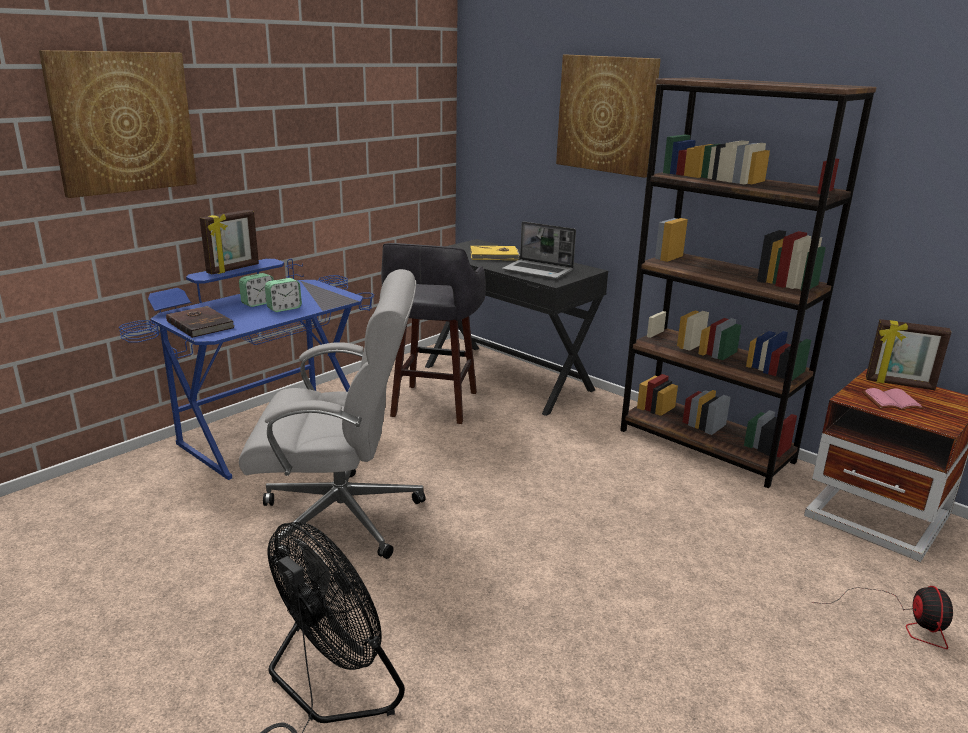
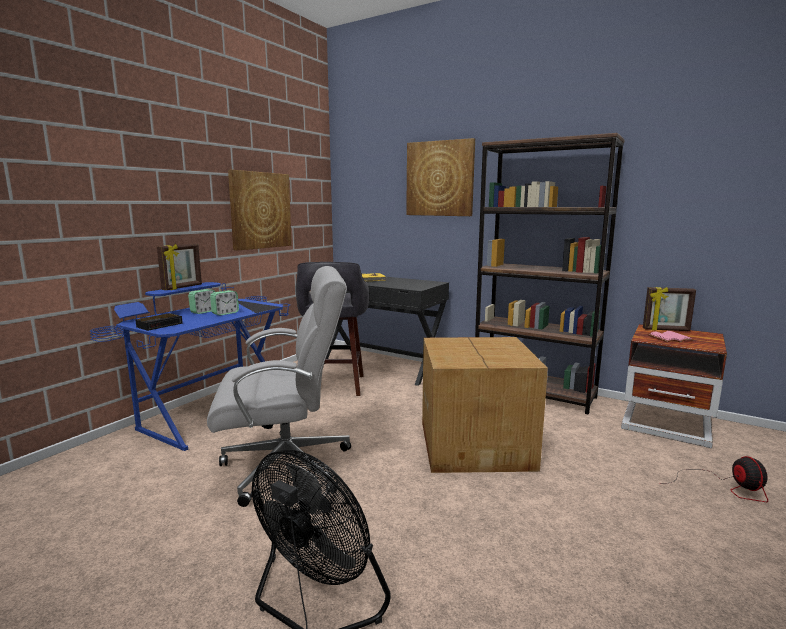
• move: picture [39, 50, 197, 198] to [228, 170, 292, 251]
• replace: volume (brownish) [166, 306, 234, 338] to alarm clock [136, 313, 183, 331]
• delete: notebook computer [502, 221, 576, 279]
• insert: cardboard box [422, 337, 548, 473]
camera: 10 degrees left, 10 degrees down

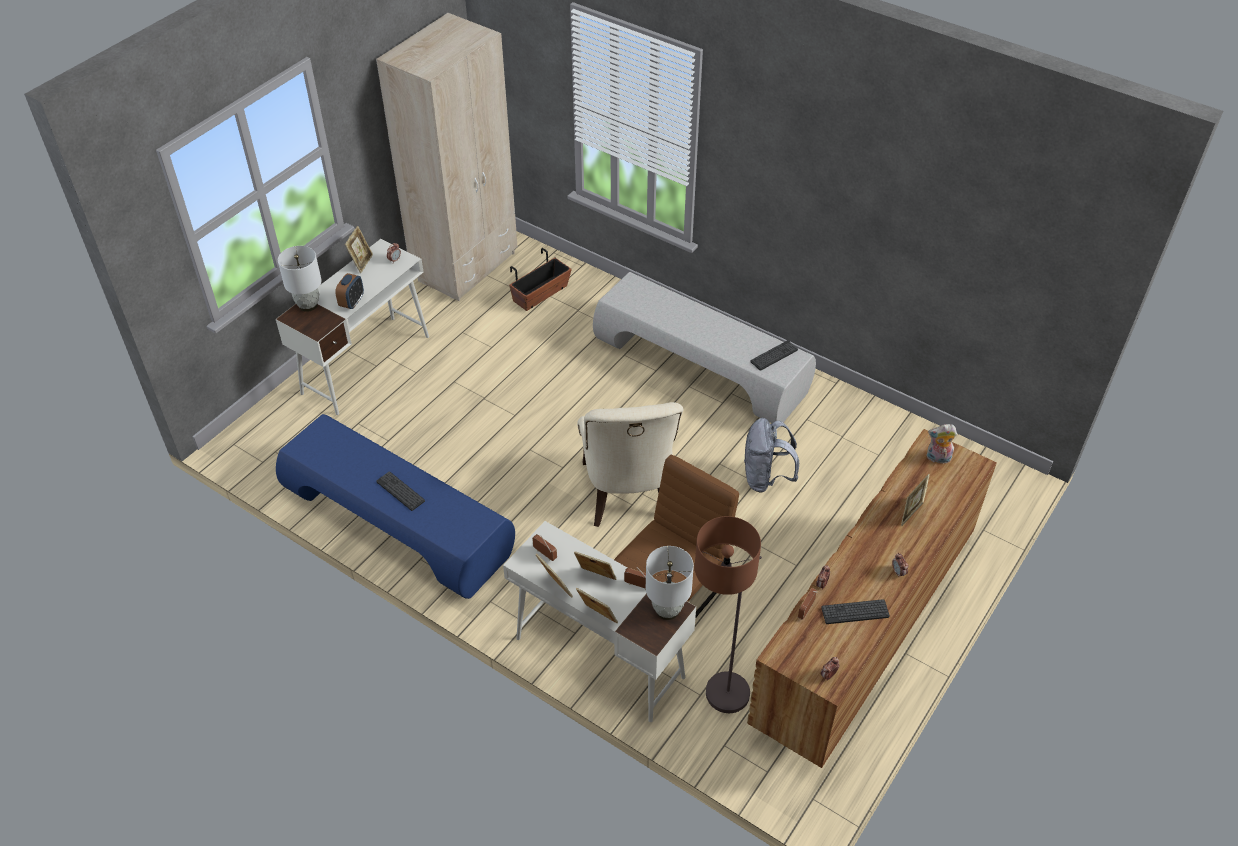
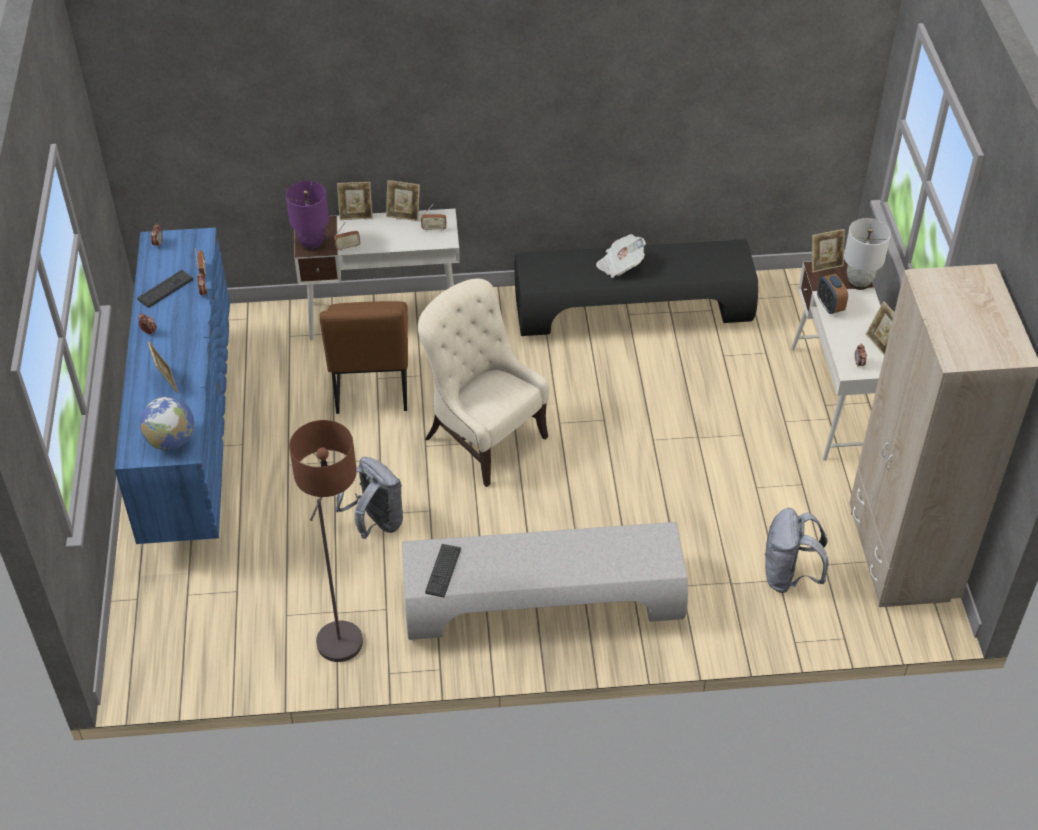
• recolor: indoor bench (bluish) [276, 414, 515, 599] to indoor bench (black) [515, 239, 758, 336]
• replace: PC keyboard [377, 471, 425, 511] to printed paper [596, 234, 646, 278]
• replace: planter [509, 248, 572, 311] to backpack (greyish) [765, 508, 829, 593]
• move: photo frame [574, 551, 617, 580] to [812, 229, 845, 273]
• recolor: tabletop lamp (whitish) [646, 546, 694, 620] to tabletop lamp (purple-coloured) [286, 181, 329, 252]
• move: standing lamp (brownish) [695, 516, 762, 713] to [289, 420, 363, 662]
• recolor: storage cabinet (brownish) [747, 429, 997, 768] to storage cabinet (bluish) [115, 227, 230, 544]
• replace: soft toy [927, 424, 957, 463] to desk globe [140, 397, 195, 450]
camera: 140 degrees right, 0 degrees up

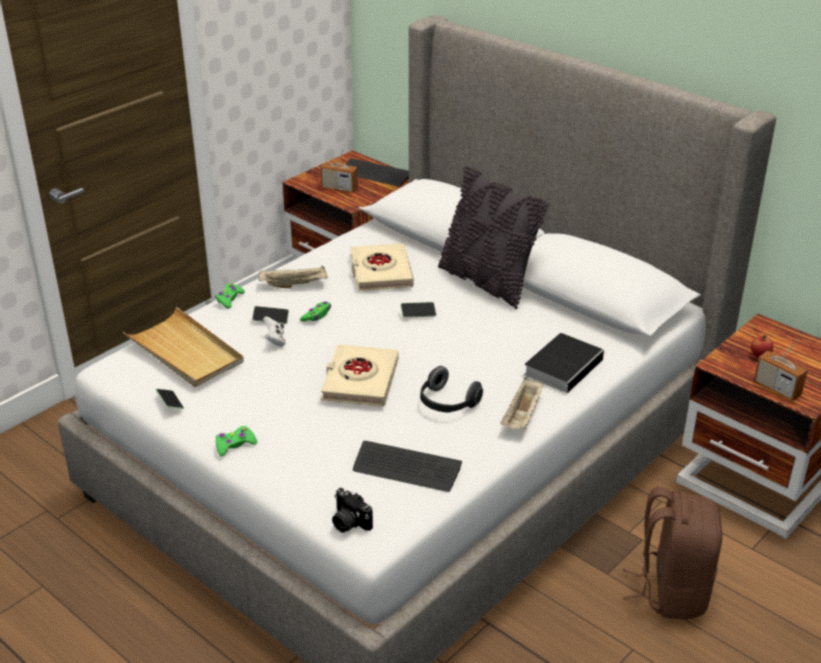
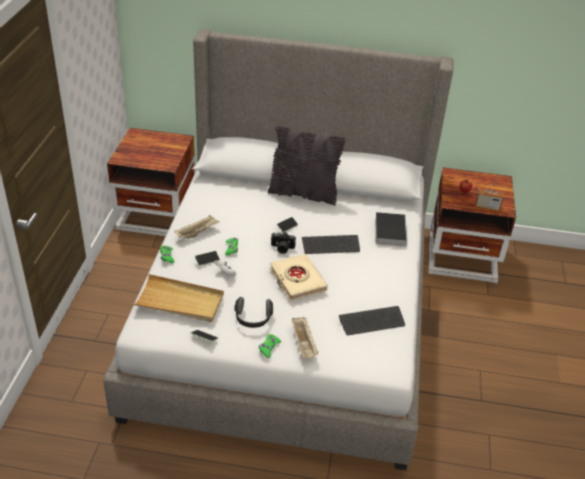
• delete: radio set [321, 140, 358, 193]
• move: still camera [332, 488, 373, 533] to [271, 232, 296, 254]
• move: PC keyboard [345, 158, 409, 187] to [302, 235, 360, 254]
• delete: volume (beige-coloured) [351, 243, 414, 291]
• move: headphones [420, 366, 483, 413] to [235, 297, 273, 328]
• move: carrying tray (beige-coloured) [501, 377, 544, 429] to [292, 317, 318, 358]
• delete: backpack (brownish) [622, 487, 723, 619]
camera: 35 degrees left, 5 degrees up

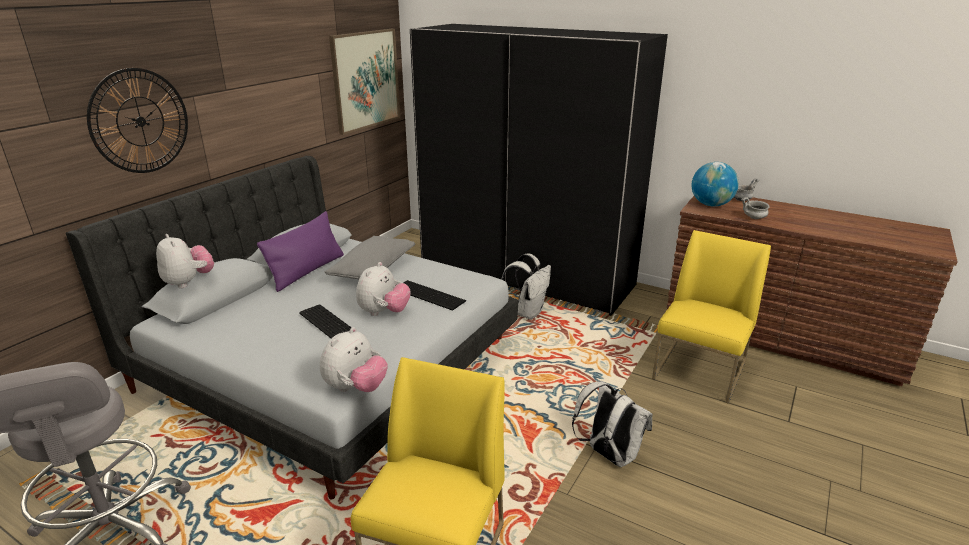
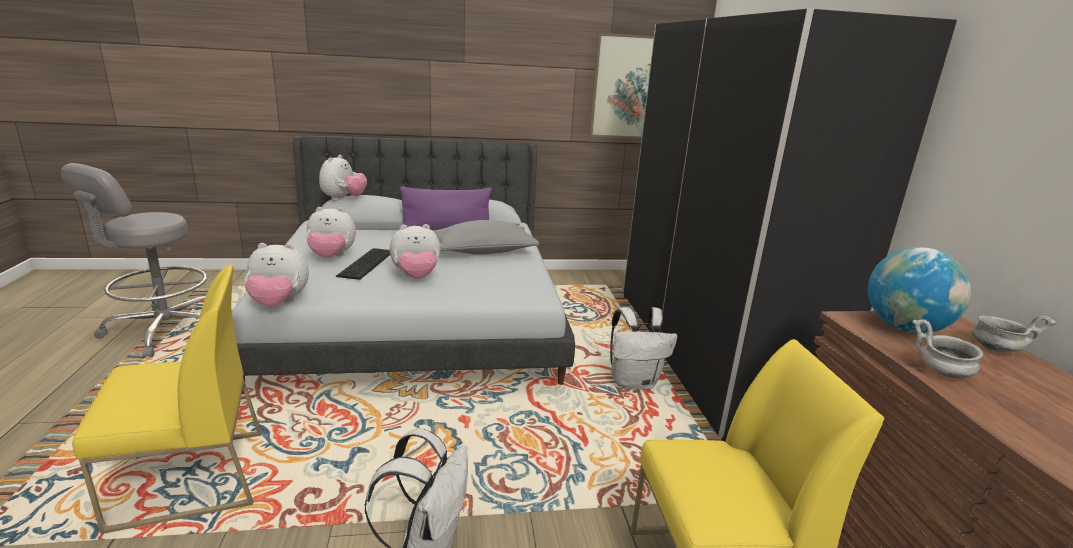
• delete: wall clock [87, 68, 188, 173]
• delete: PC keyboard [403, 280, 466, 311]
• insert: soft toy [306, 207, 356, 258]
camera: 50 degrees right, 5 degrees down

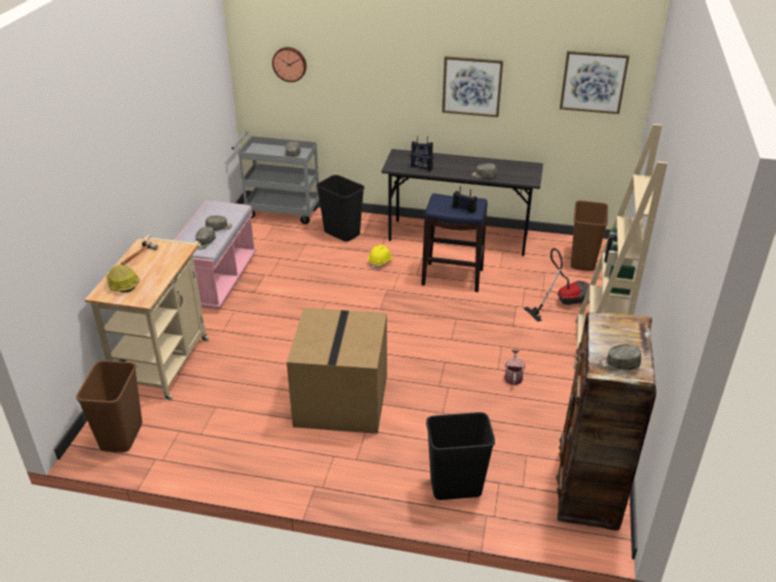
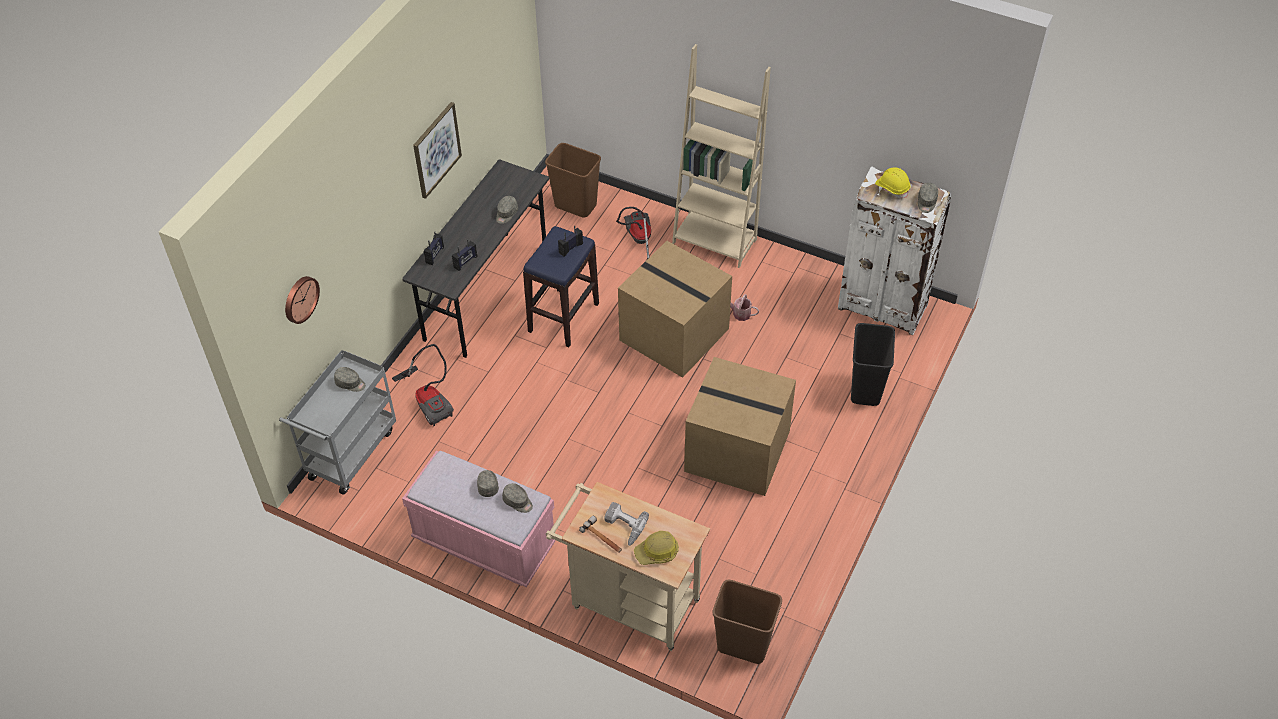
• replace: waste bin (black) [316, 175, 365, 242] to vacuum cleaner [392, 344, 454, 426]
• move: hard hat (yellow) [368, 245, 393, 270] to [875, 167, 910, 198]
• recolor: storage cabinet (brownish) [556, 312, 656, 531] to storage cabinet (whitish) [838, 166, 951, 335]
• delete: picture [560, 51, 629, 114]
• insert: drill [604, 502, 649, 546]
• insert: cardboard box [618, 241, 732, 378]
camera: 75 degrees left, 15 degrees up

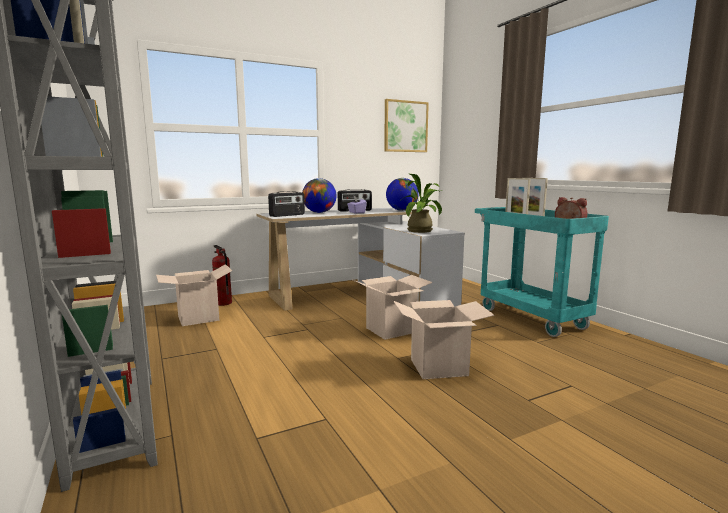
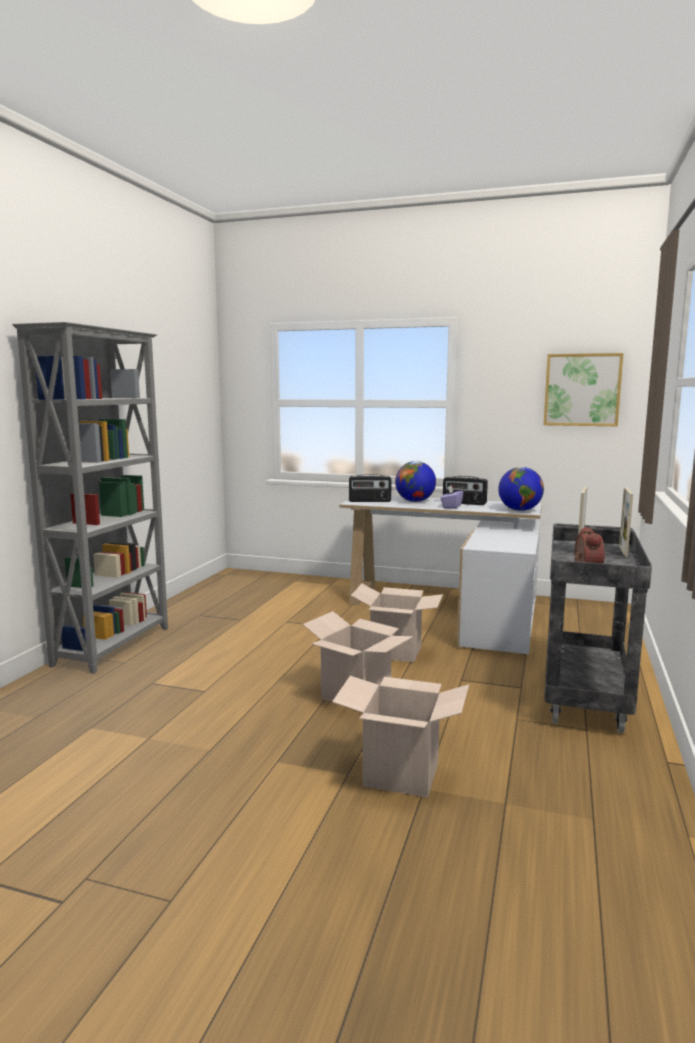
• move: cardboard box [156, 264, 232, 326] to [332, 676, 469, 798]
• delete: fire extinguisher [212, 245, 232, 306]
• delete: houseplant [401, 174, 442, 233]
• recolor: wheeled cart (turquoise) [475, 207, 609, 337] to wheeled cart (greyish) [544, 523, 652, 733]
camera: 45 degrees right, 0 degrees up

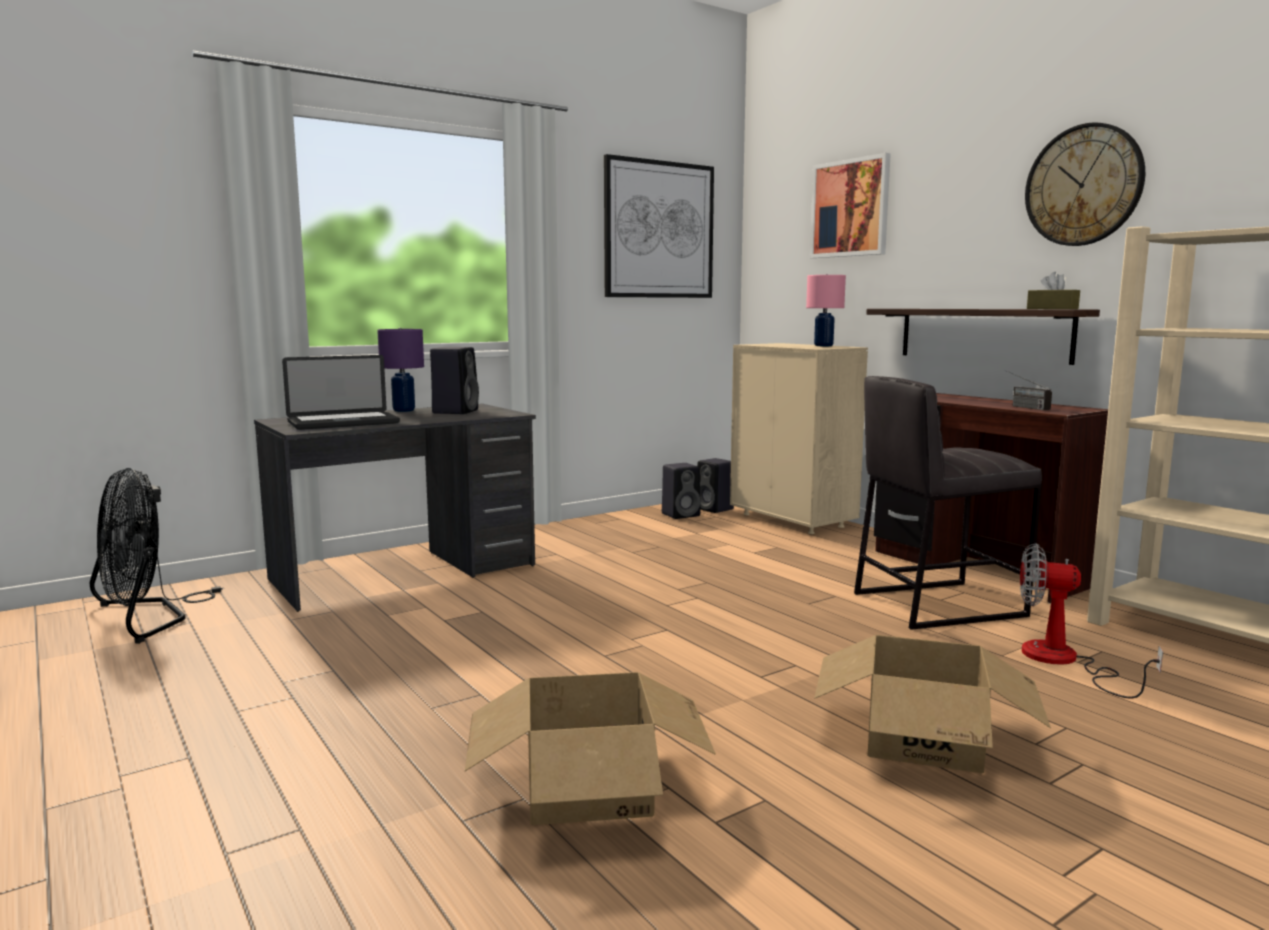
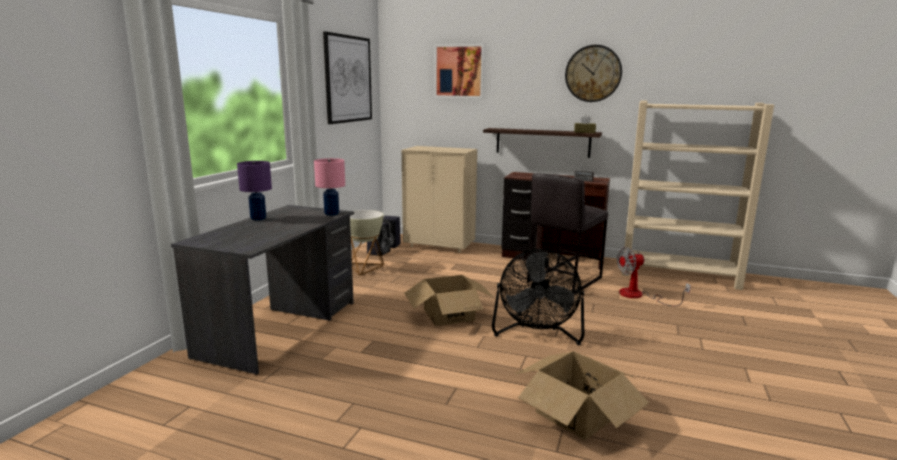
• move: electric fan (black) [90, 468, 224, 644] to [492, 249, 585, 345]
• delete: notebook computer [282, 355, 400, 430]
• delete: audio speaker (black) [430, 347, 479, 414]
• move: tabletop lamp (pink) [806, 274, 846, 346] to [314, 158, 345, 216]
• move: cardboard box [814, 635, 1051, 773] to [404, 275, 496, 326]
• insert: planter [350, 210, 384, 276]
camera: 35 degrees left, 5 degrees up

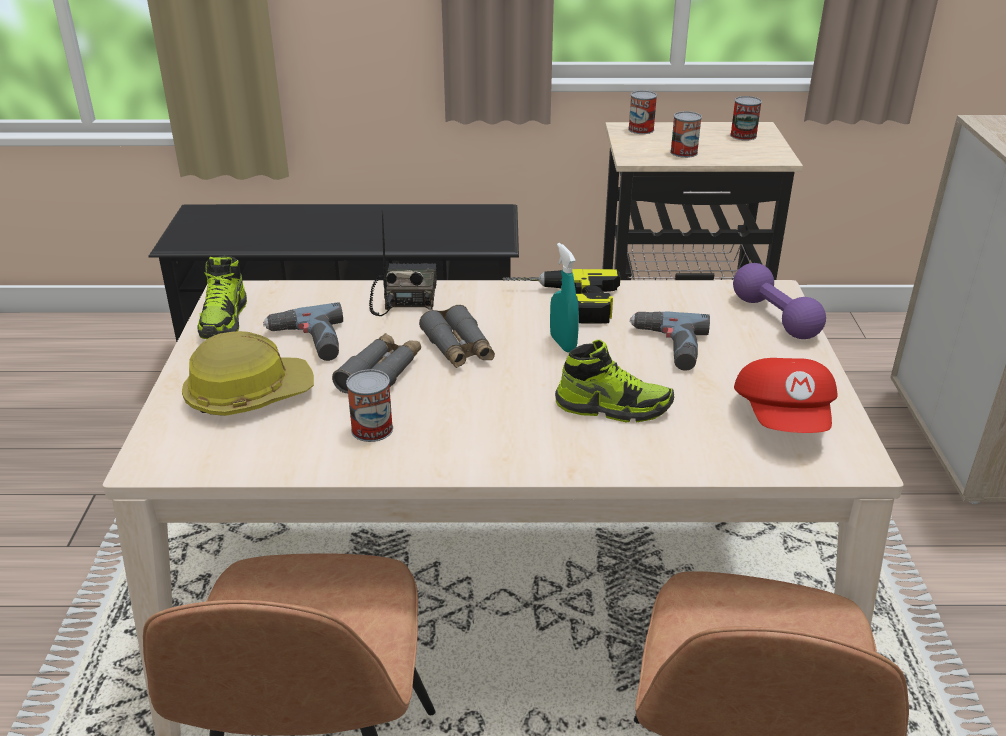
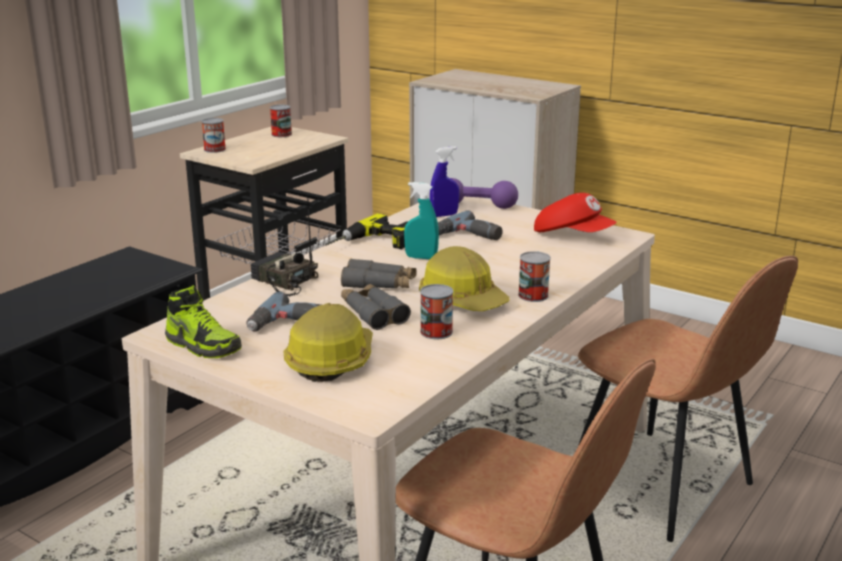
• delete: item of footwear [555, 340, 674, 423]
• move: can [670, 111, 702, 158] to [518, 251, 551, 302]
• insert: hard hat [419, 246, 510, 311]
• insert: hand sprayer (bluish) [430, 146, 459, 217]
camera: 55 degrees left, 10 degrees down

